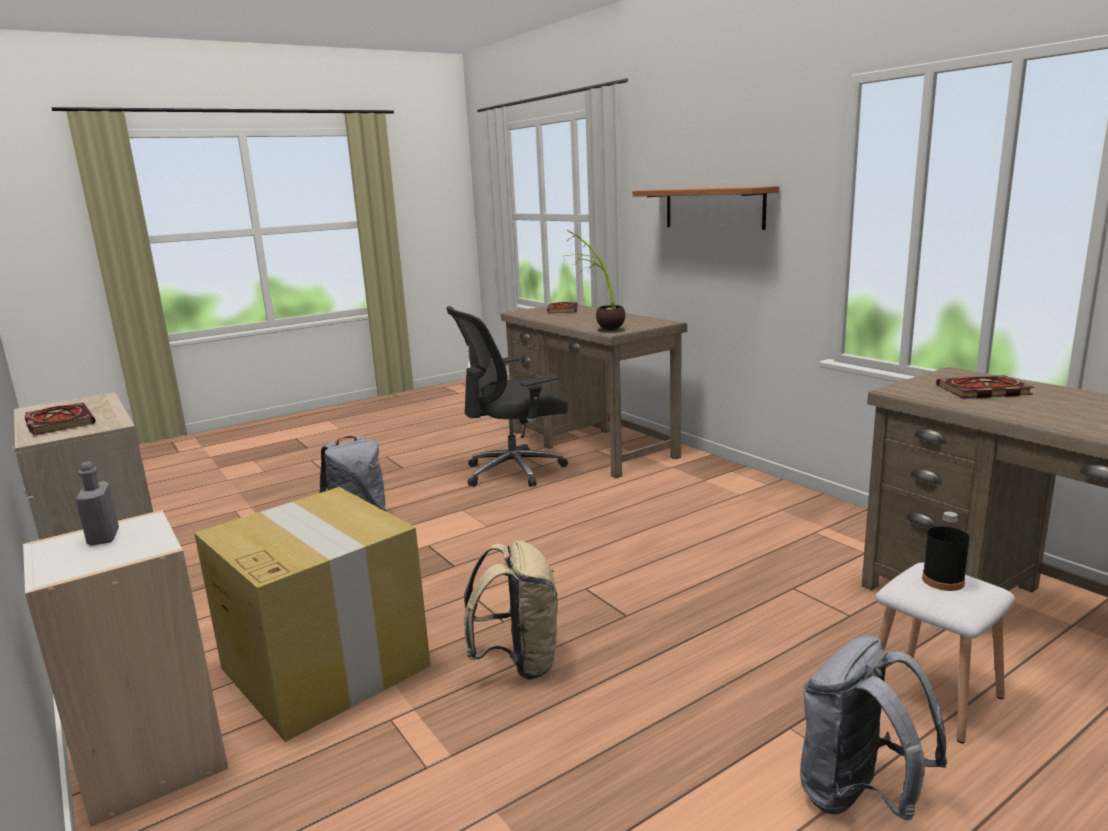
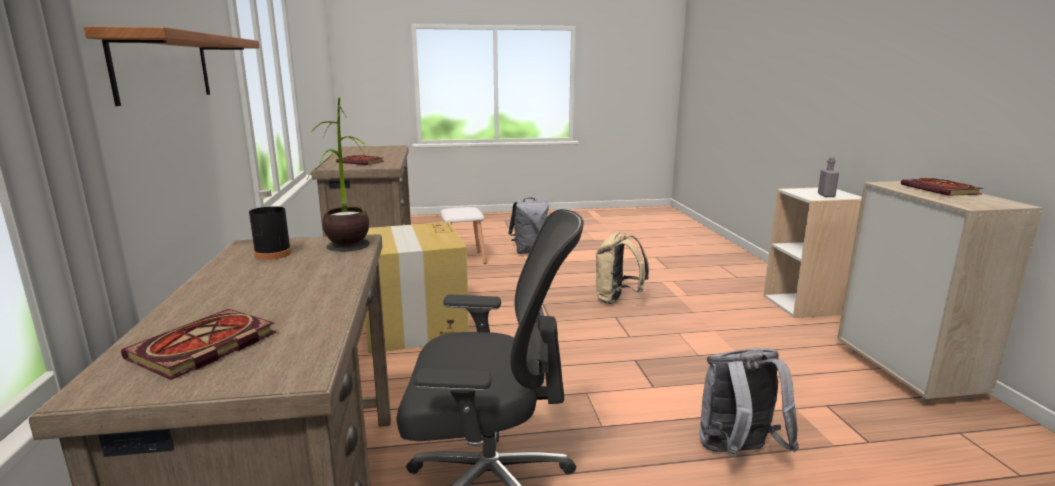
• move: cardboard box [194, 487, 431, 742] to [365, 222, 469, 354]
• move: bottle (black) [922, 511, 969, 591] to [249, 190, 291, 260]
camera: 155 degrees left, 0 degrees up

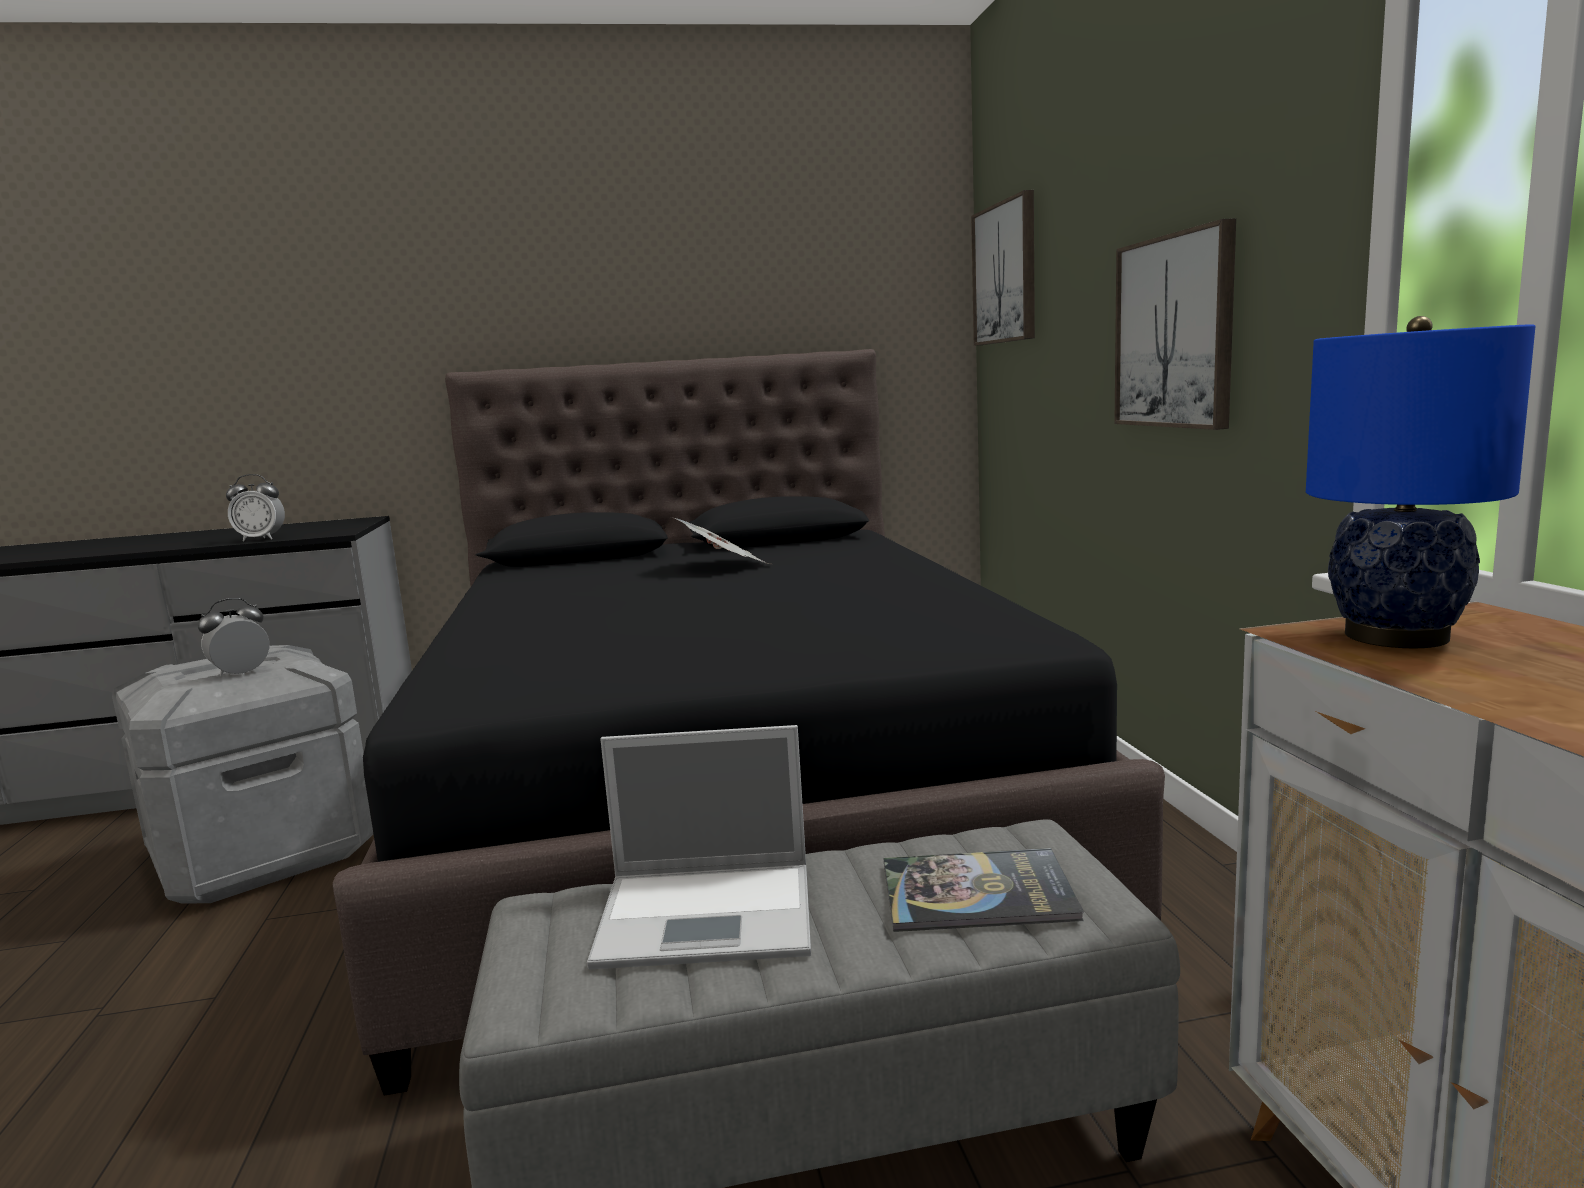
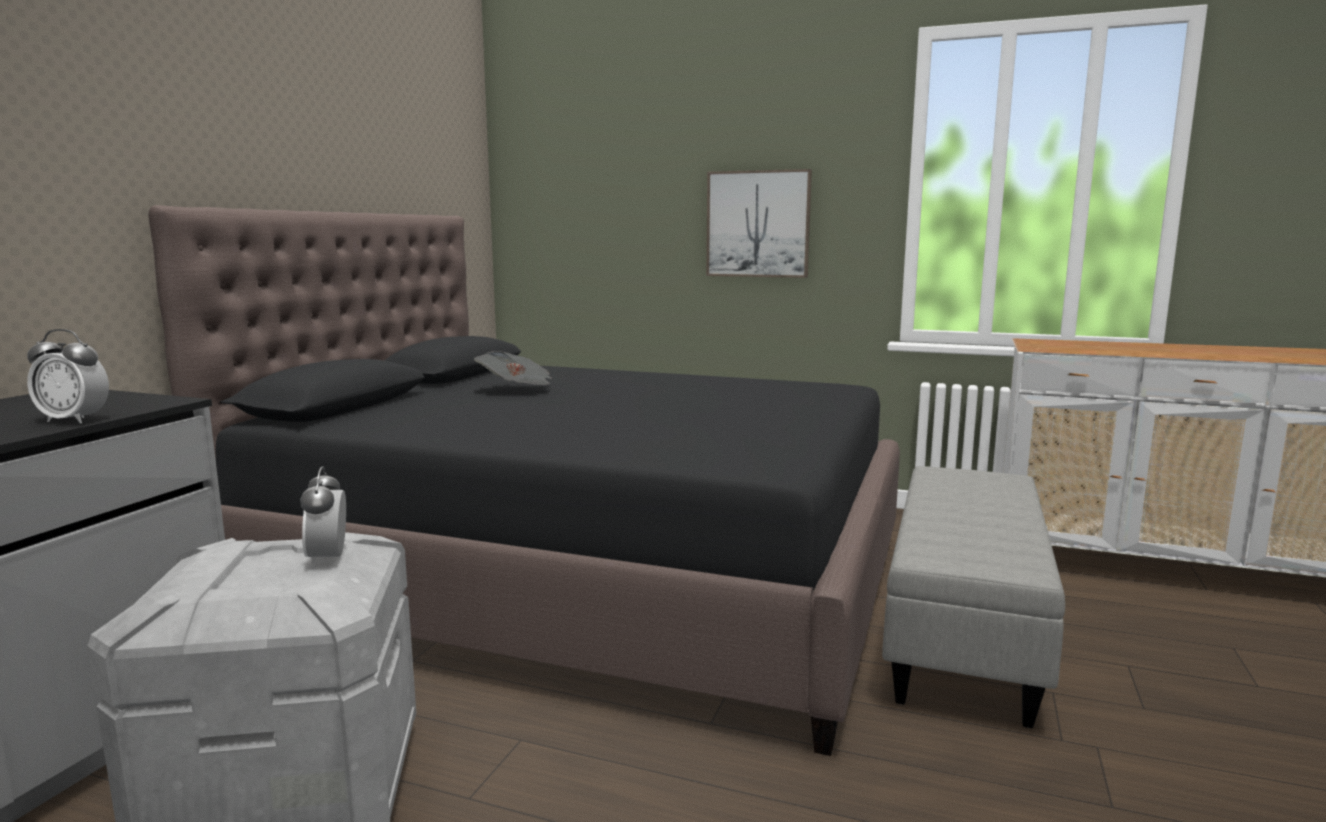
• rotate: alarm clock [226, 474, 285, 541] = [27, 329, 109, 424] 75 degrees clockwise
• delete: notebook computer [587, 725, 811, 969]
• delete: volume [884, 848, 1084, 932]
• delete: picture [971, 190, 1035, 346]
• delete: tabletop lamp (bluish) [1306, 316, 1536, 648]
camera: 60 degrees left, 0 degrees up

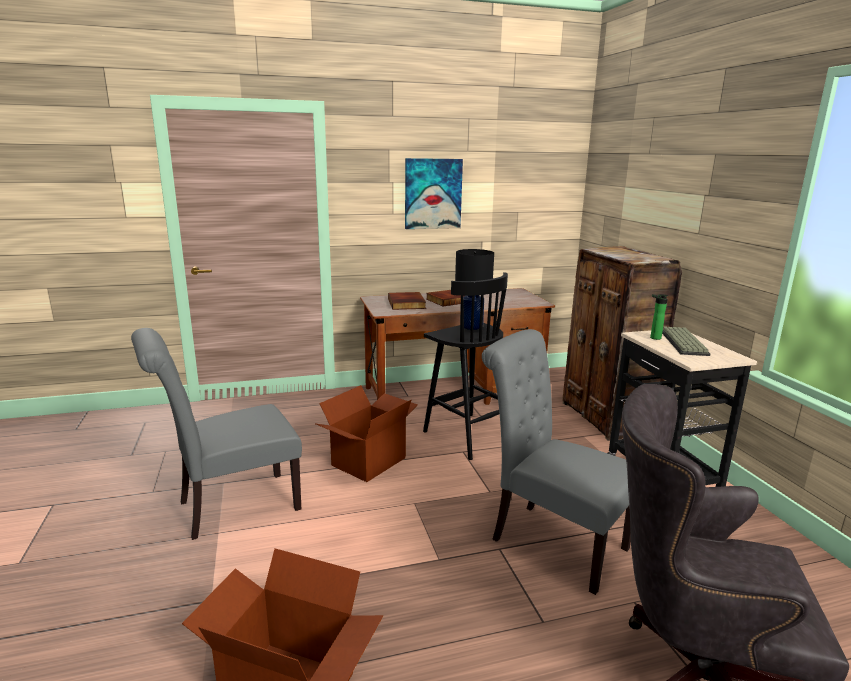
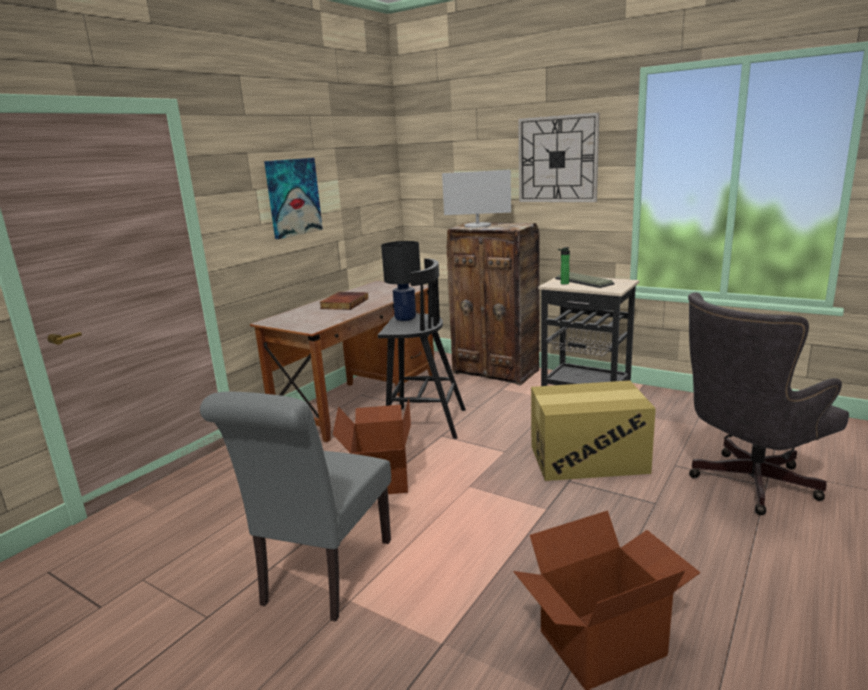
• delete: volume [388, 292, 426, 310]
• replace: upright chair (greyish) [482, 329, 631, 595] to cardboard box [531, 380, 656, 481]
• insert: computer screen [442, 170, 511, 228]
• insert: wall clock [518, 112, 600, 202]
camera: 40 degrees left, 0 degrees up

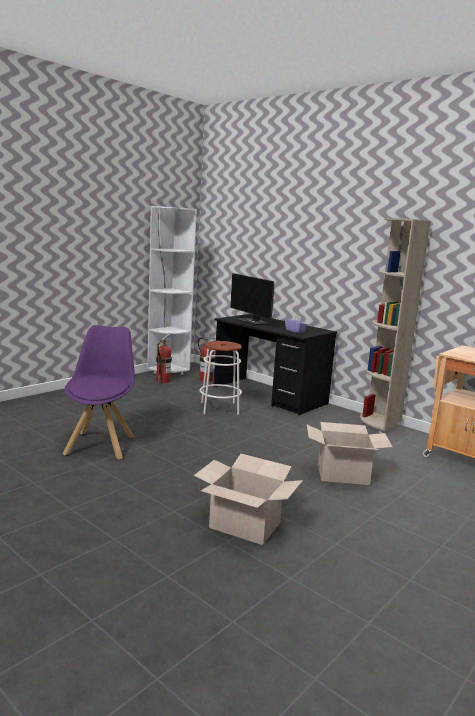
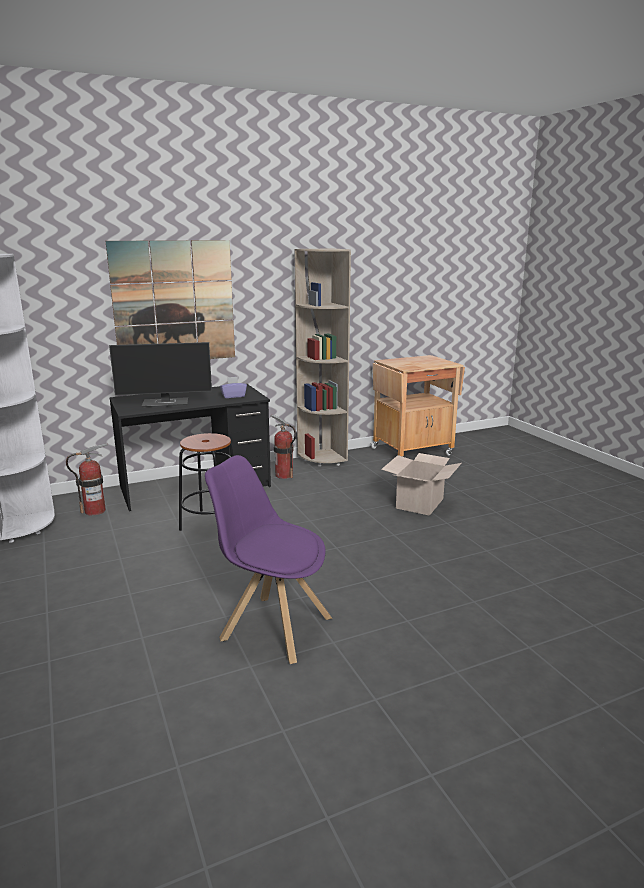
• move: fire extinguisher [156, 333, 172, 383] to [270, 415, 296, 479]
• delete: cardboard box [194, 454, 303, 545]
• recolor: stool (whitish) [199, 341, 242, 415] to stool (black) [179, 433, 234, 531]
• insert: picture [105, 240, 235, 359]
camera: 65 degrees left, 5 degrees up

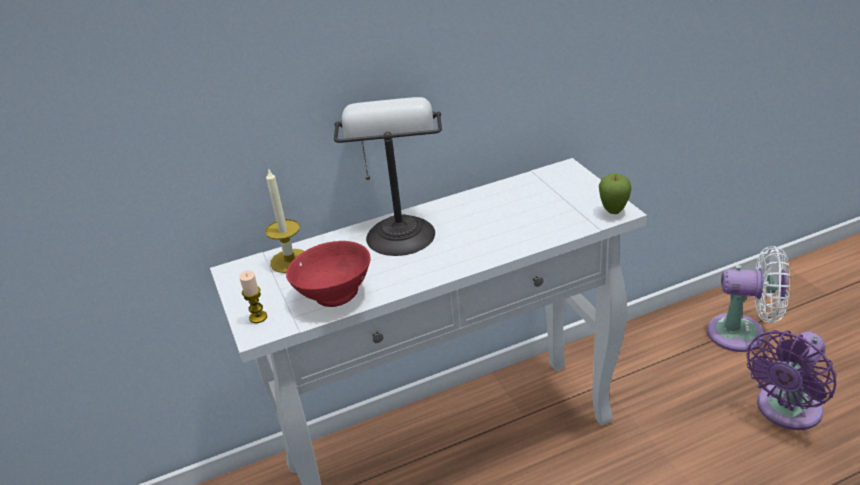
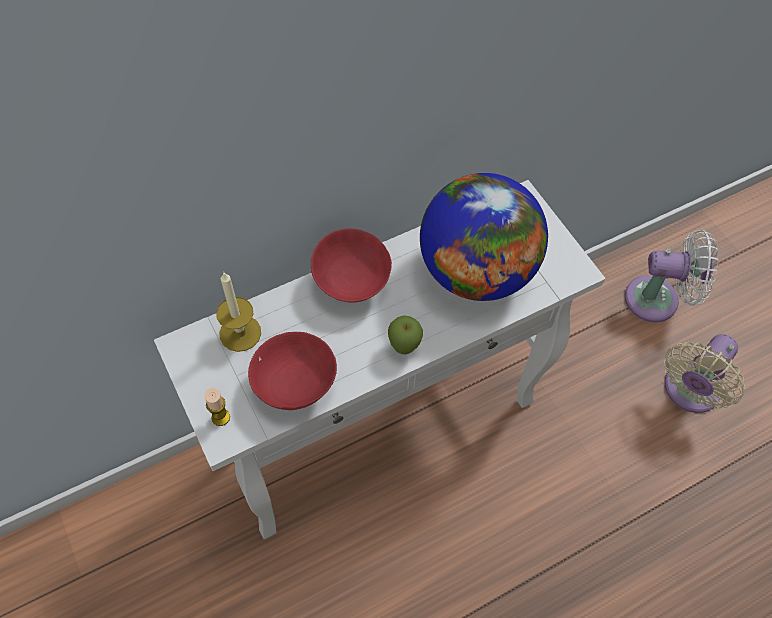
• replace: tabletop lamp [334, 97, 442, 256] to bowl (reddish) [311, 228, 392, 302]
• move: apple [599, 173, 632, 214] to [388, 315, 423, 354]
• recolor: electric fan (purple-coloured) [746, 330, 837, 430] to electric fan (beige-coloured) [664, 334, 745, 413]
• insert: desk globe [420, 173, 548, 301]
camera: 10 degrees left, 25 degrees up

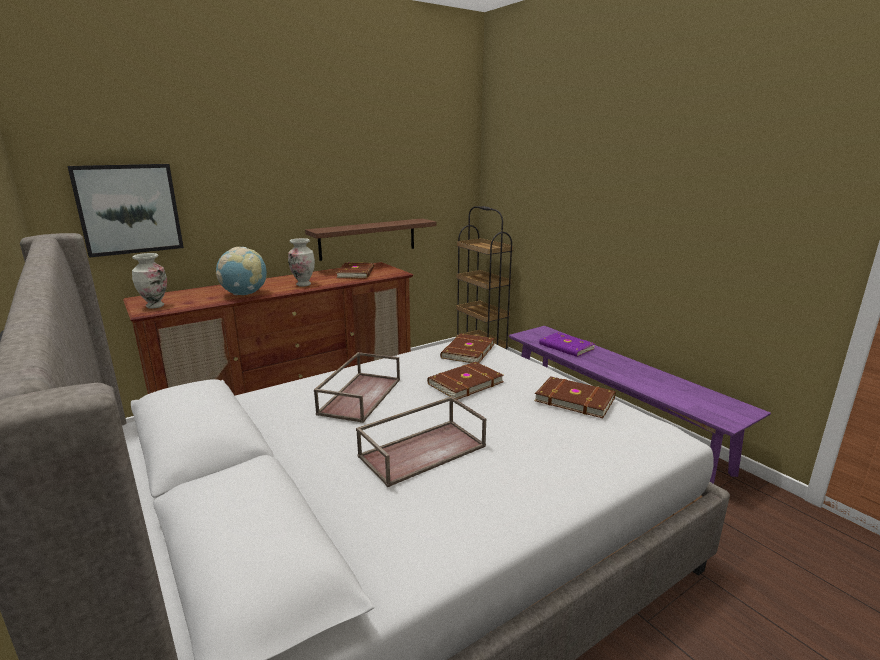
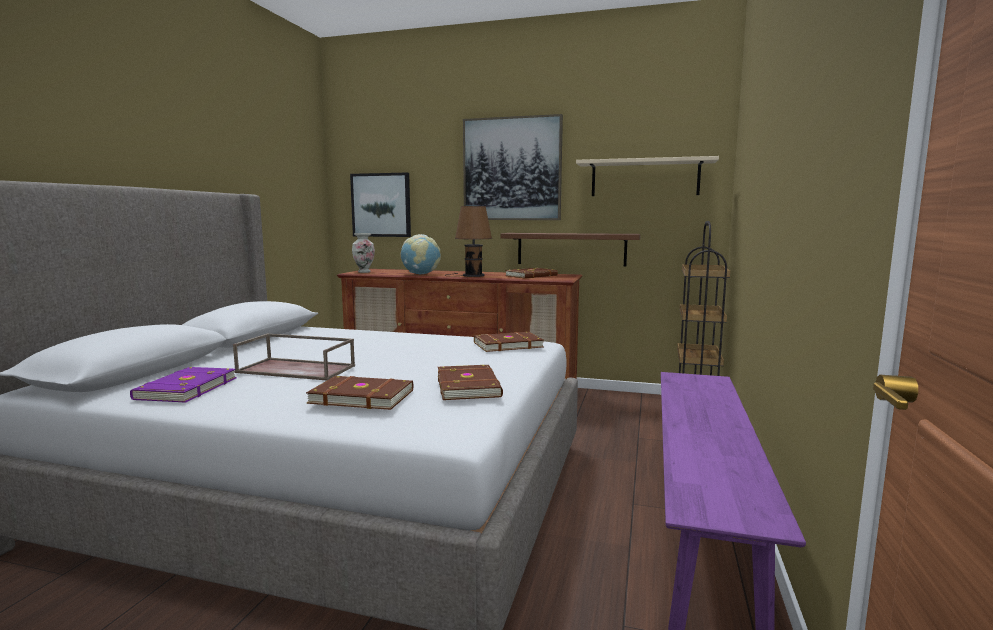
• replace: vase [288, 238, 315, 287] to tabletop lamp (brownish) [444, 206, 492, 277]
• delete: carrying tray (brownish) [314, 352, 400, 423]
• move: volume (brownish) [427, 362, 504, 400] to [306, 376, 413, 410]
• move: volume (purple-coloured) [539, 332, 595, 357] to [130, 367, 236, 403]
• insert: picture [463, 114, 563, 220]
• insert: wall shelf (beige-coloured) [576, 156, 719, 196]
camera: 50 degrees right, 10 degrees down

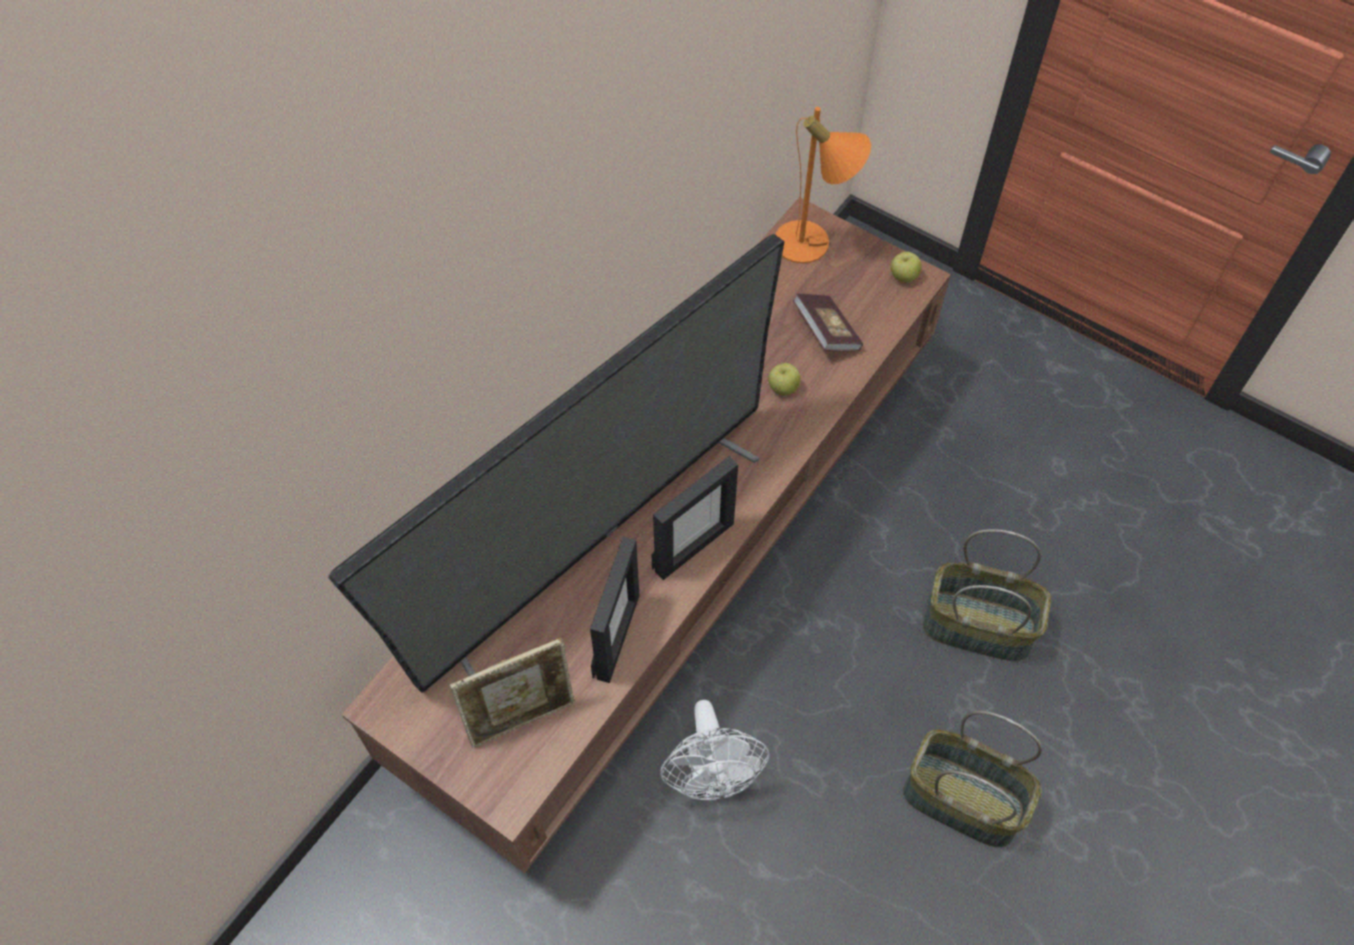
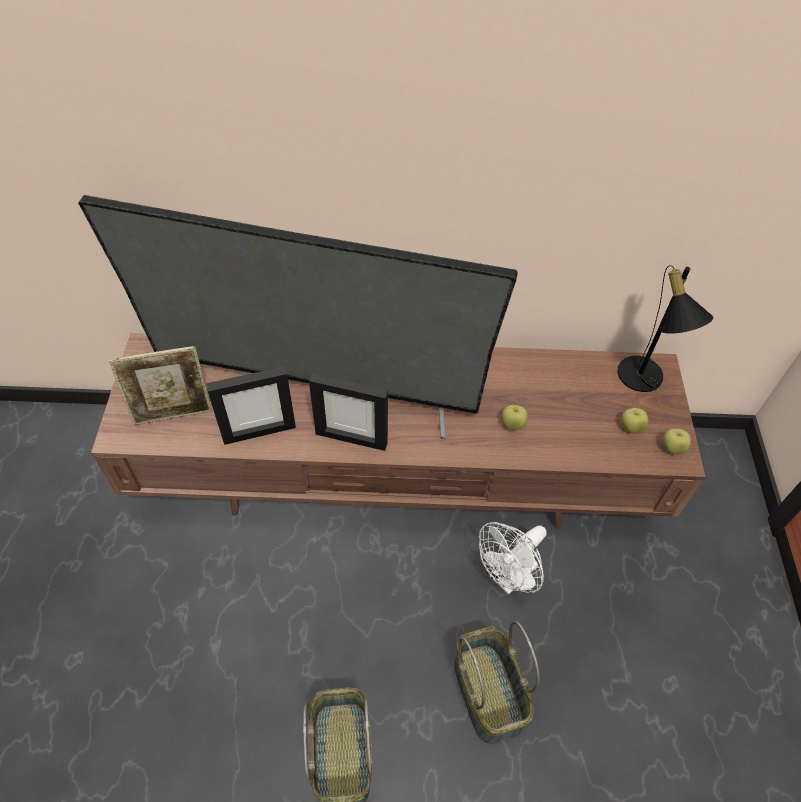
• rotate: photo frame [450, 638, 575, 748] = [109, 346, 212, 425] 45 degrees counterclockwise
• move: electric fan (whitish) [660, 700, 770, 800] to [479, 522, 547, 595]
• recolor: tabletop lamp (orangey) [775, 107, 871, 263] to tabletop lamp (black) [617, 265, 714, 392]
• delete: volume [793, 293, 863, 351]
• insert: apple [621, 408, 648, 433]
camera: 55 degrees right, 5 degrees down

